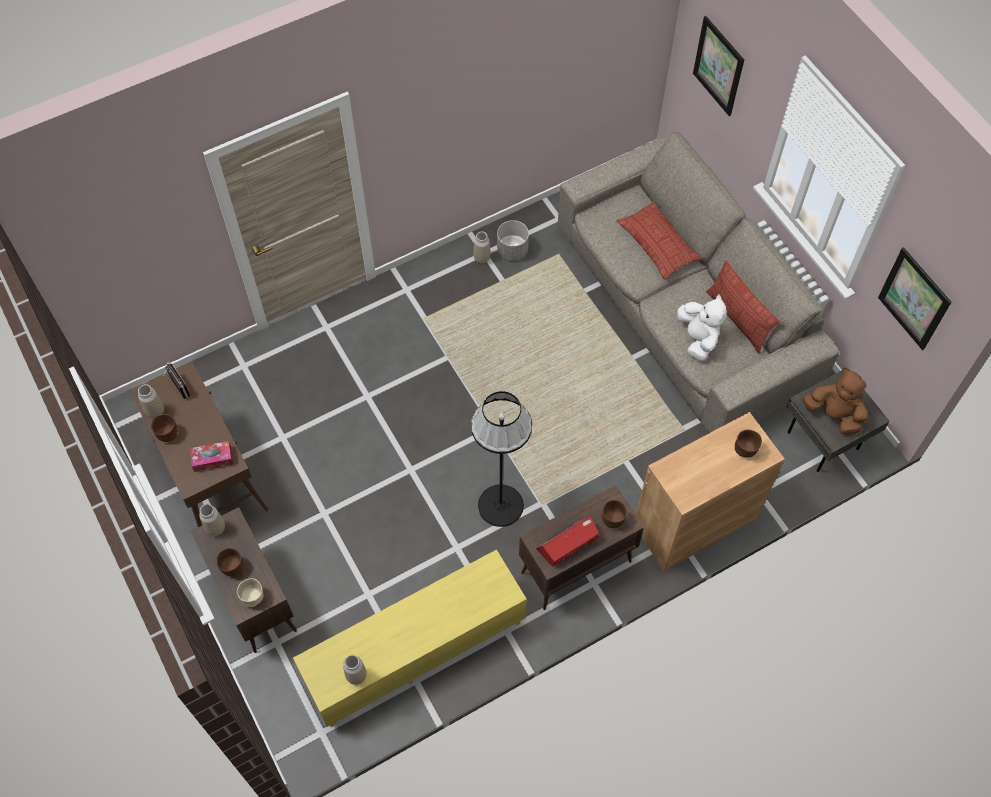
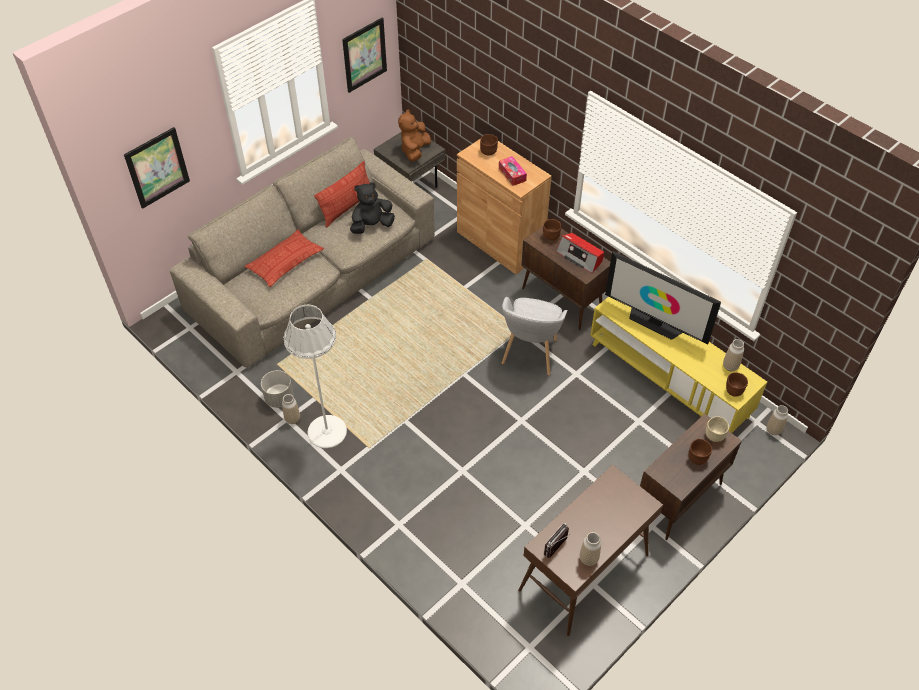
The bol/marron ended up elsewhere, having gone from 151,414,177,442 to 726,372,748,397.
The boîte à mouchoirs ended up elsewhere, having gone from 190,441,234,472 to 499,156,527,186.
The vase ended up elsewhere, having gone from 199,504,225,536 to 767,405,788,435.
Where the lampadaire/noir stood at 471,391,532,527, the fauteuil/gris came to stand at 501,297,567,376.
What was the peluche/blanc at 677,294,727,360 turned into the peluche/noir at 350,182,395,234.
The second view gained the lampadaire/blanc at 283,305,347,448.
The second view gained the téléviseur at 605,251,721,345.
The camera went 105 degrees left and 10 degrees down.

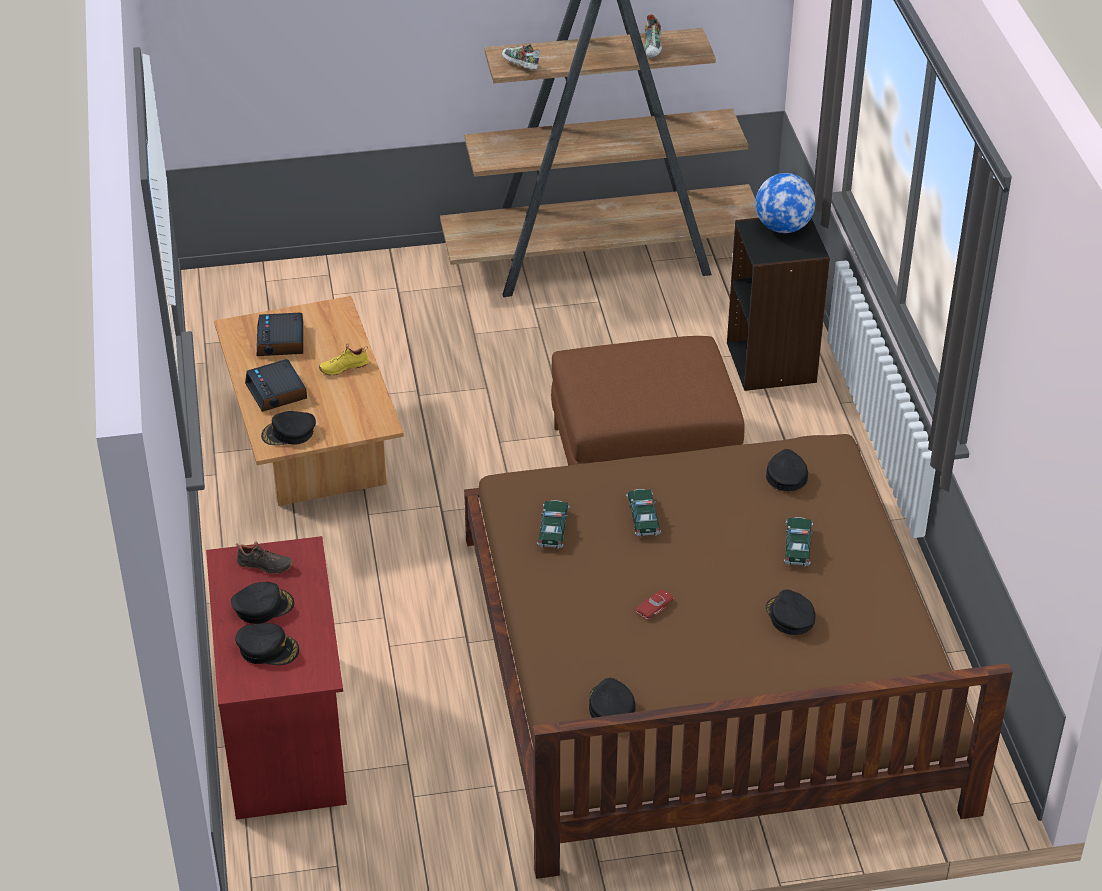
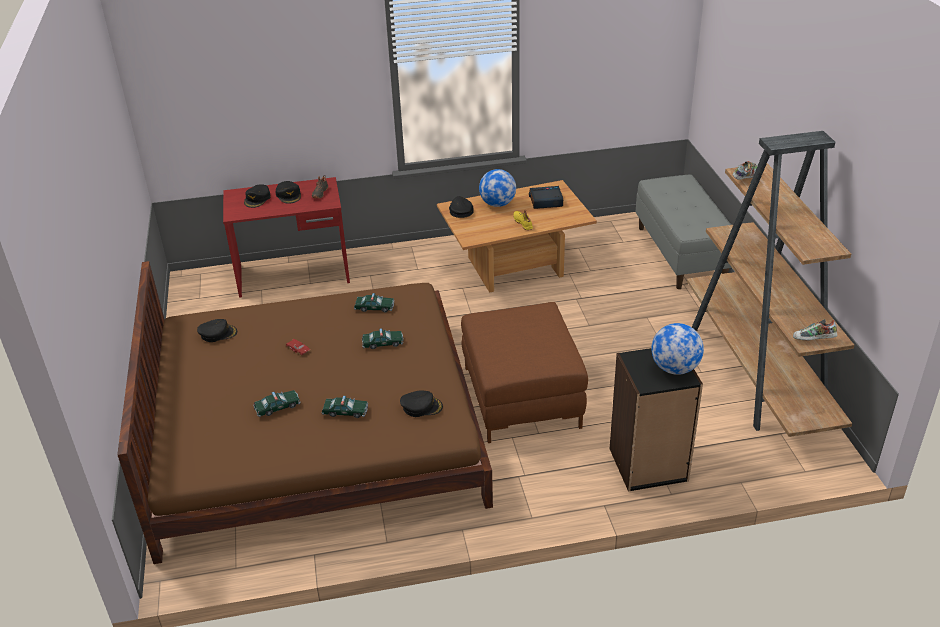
Where the réveil stood at 245,359,307,412, the globe came to stand at 479,169,516,207.
The chaussure ended up elsewhere, having gone from 644,14,662,58 to 793,319,837,340.
Where the casquette/noir stood at 766,589,816,635, the petite voiture came to stand at 253,390,301,417.
The second view gained the banc/gris at 635,174,732,289.
The camera went 90 degrees right and 5 degrees down.

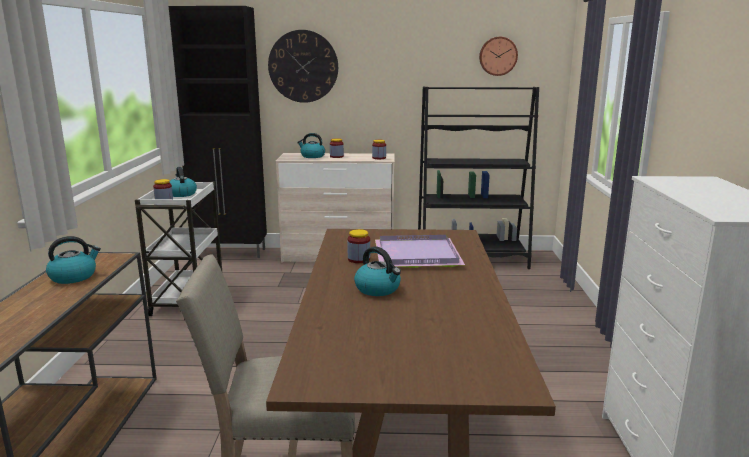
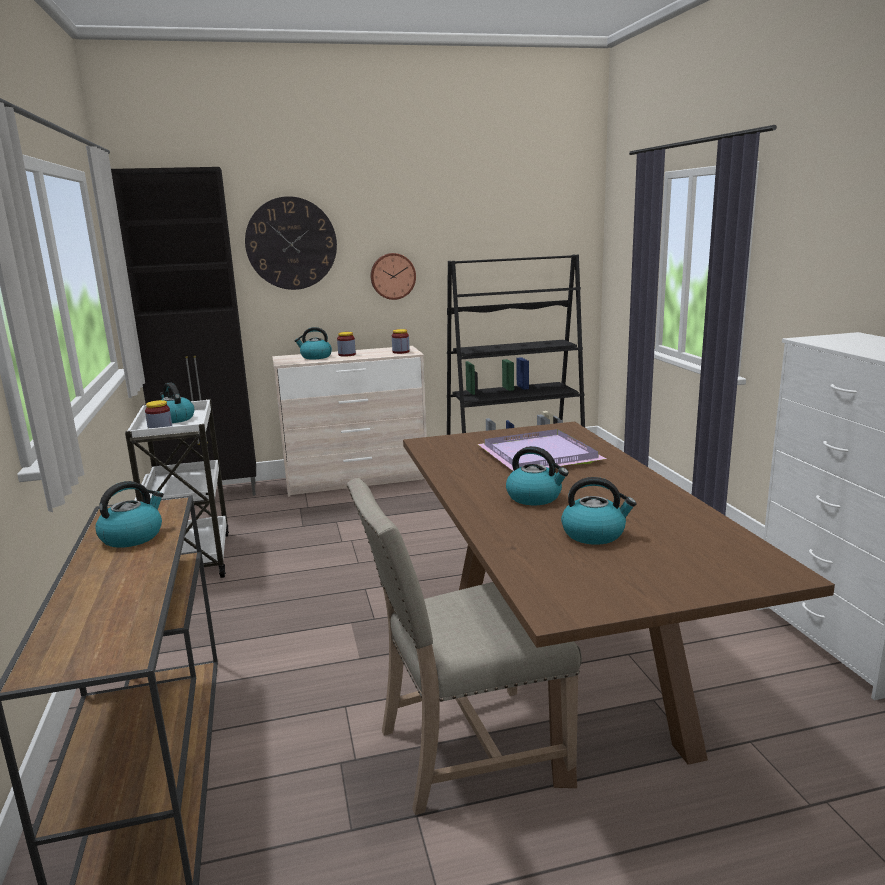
The second view lost the bocal at 347,229,370,263.
The horloge murale ended up elsewhere, having gone from 479,37,518,76 to 371,253,416,300.
The second view gained the bouilloire at 561,477,637,545.
The camera went 15 degrees left and 0 degrees up.

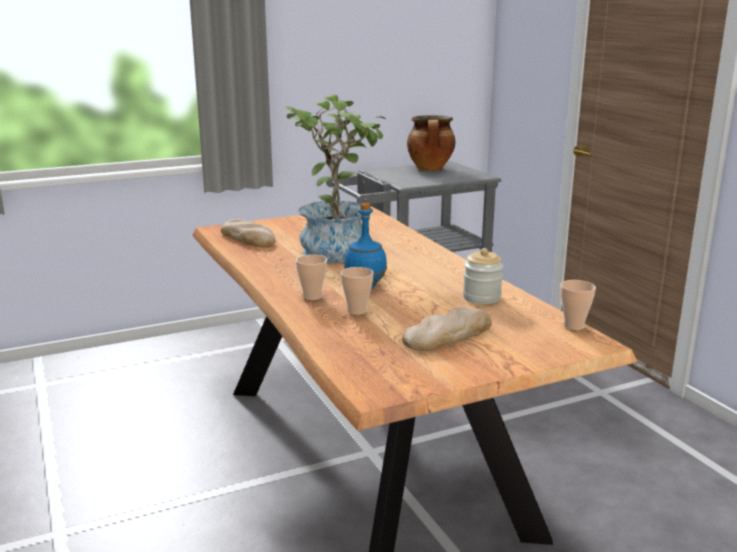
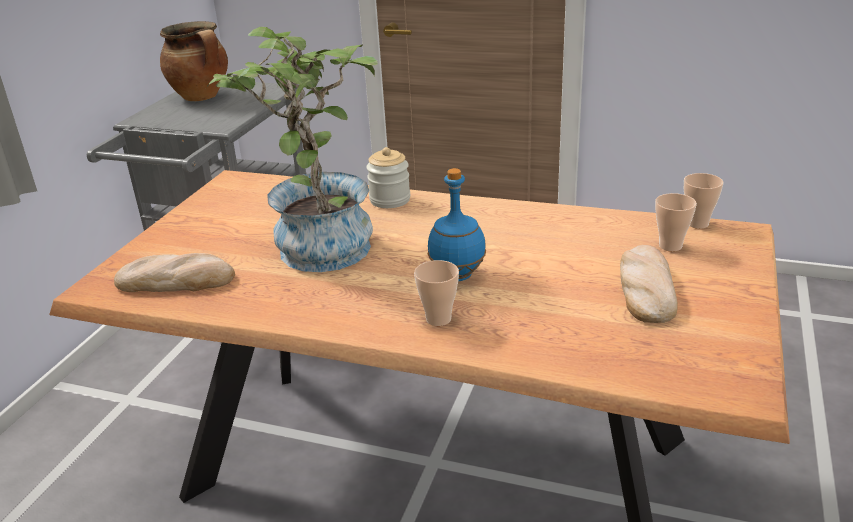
The tasse ended up elsewhere, having gone from 341,267,373,315 to 655,193,697,252.
The bocal ended up elsewhere, having gone from 463,248,503,304 to 366,147,410,208.
The camera went 45 degrees left and 10 degrees up.

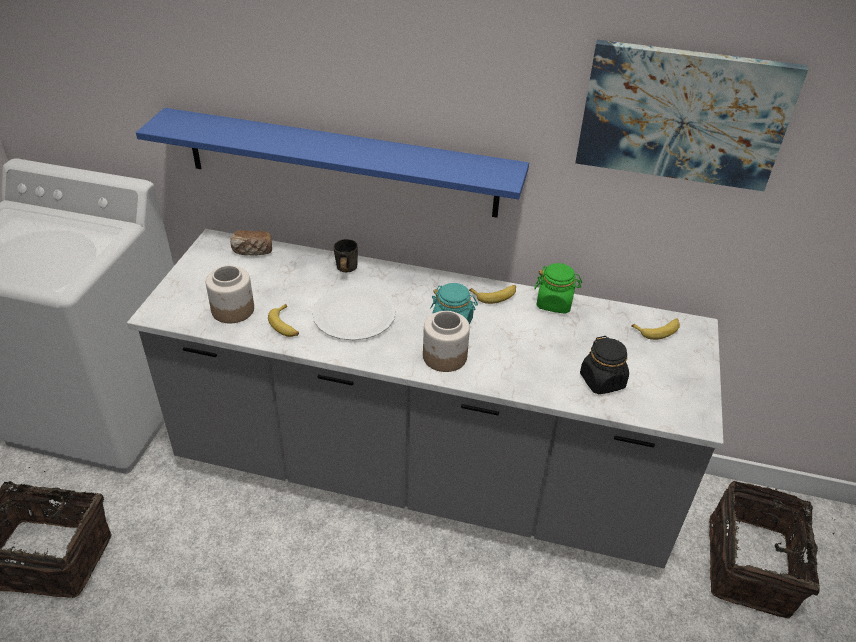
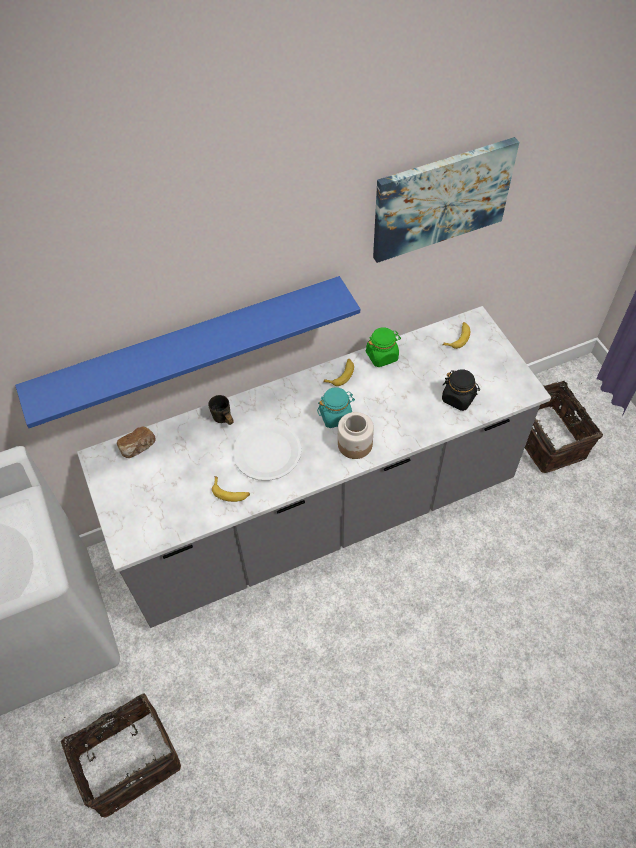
The second view lost the bocal at 206,265,254,324.
The camera went 35 degrees left and 15 degrees up.

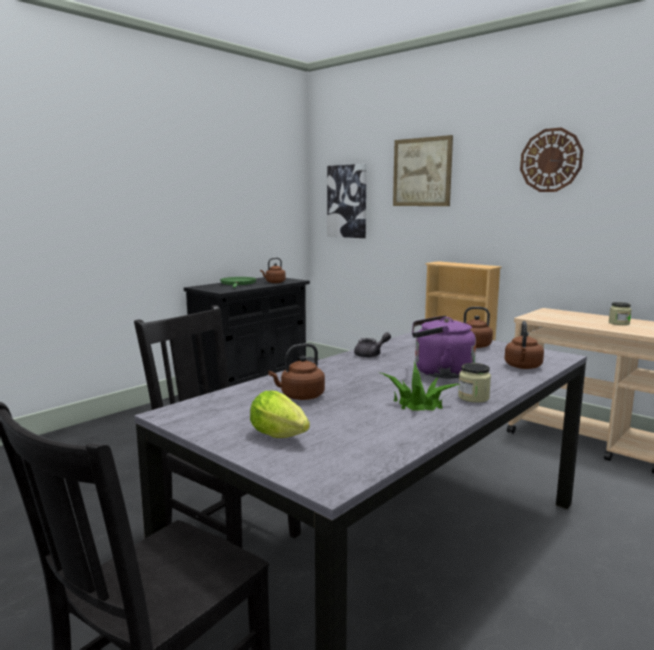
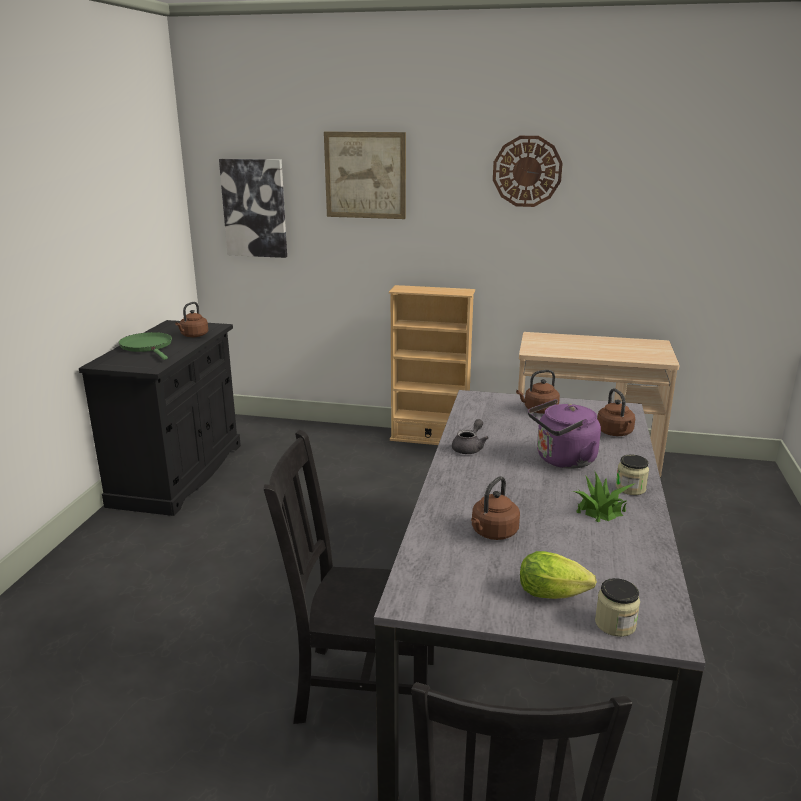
The bocal ended up elsewhere, having gone from 609,302,632,325 to 595,578,640,637.
The camera went 30 degrees left and 10 degrees up.

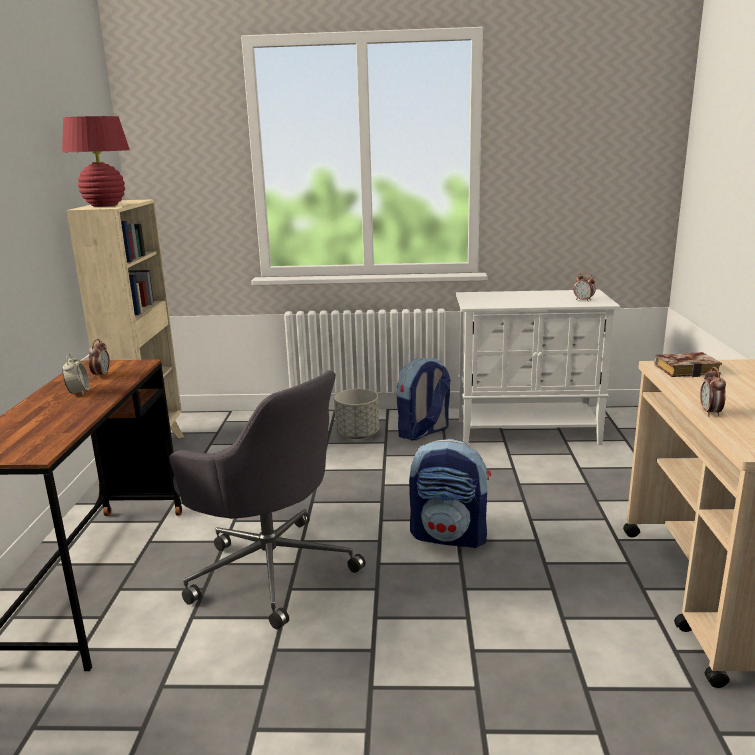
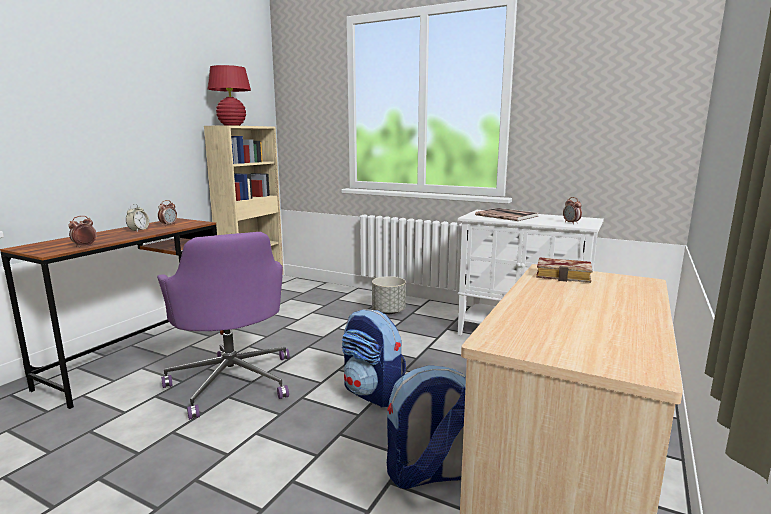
What was the chaise de bureau/gris at 170,371,366,630 turned into the chaise de bureau/violet at 157,232,290,420.
The sac à dos ended up elsewhere, having gone from 397,357,451,440 to 387,365,466,489.
The réveil ended up elsewhere, having gone from 700,367,726,417 to 68,216,97,247.
The second view gained the livre at 475,208,539,221.
The camera went 25 degrees right and 5 degrees down.

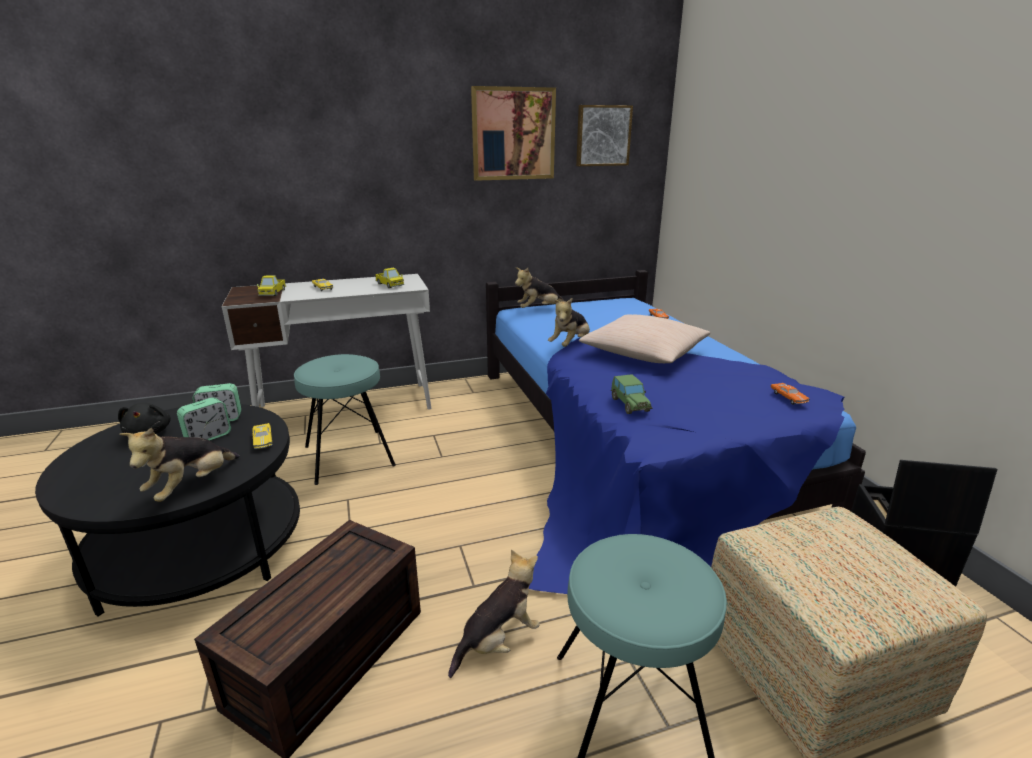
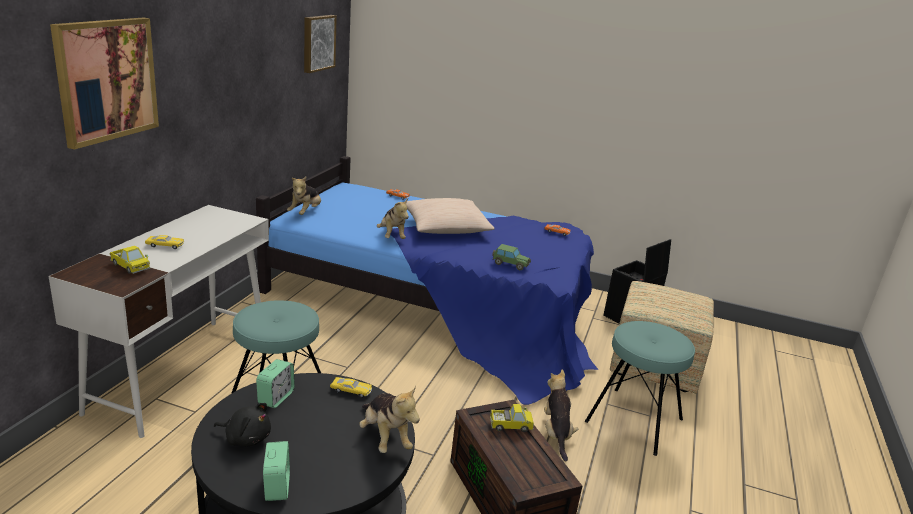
The réveil ended up elsewhere, having gone from 177,397,231,441 to 263,441,290,501.
The camion jouet ended up elsewhere, having gone from 375,268,404,288 to 490,404,534,432.
The tableau ended up elsewhere, having gone from 471,86,556,181 to 50,18,159,150.
The camera went 55 degrees left and 0 degrees up.

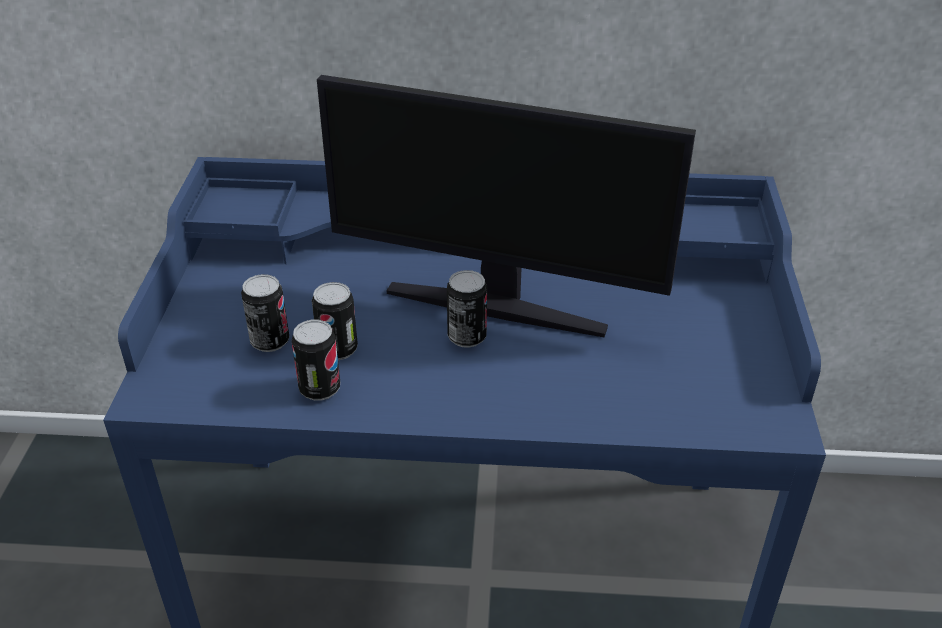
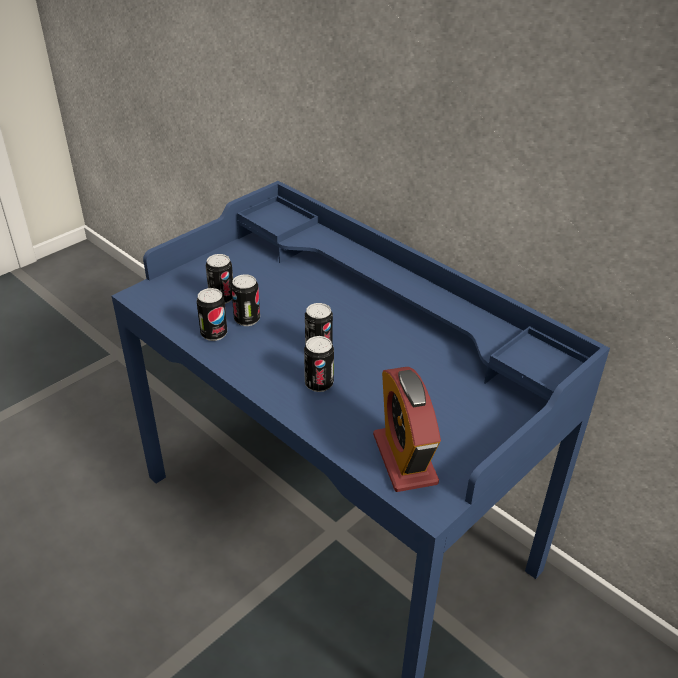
The second view lost the écran d'ordinateur at 317,75,696,337.
The second view gained the boîte métallique at 304,336,334,392.
The second view gained the réveil at 373,367,441,492.
The camera went 40 degrees right and 0 degrees up.

